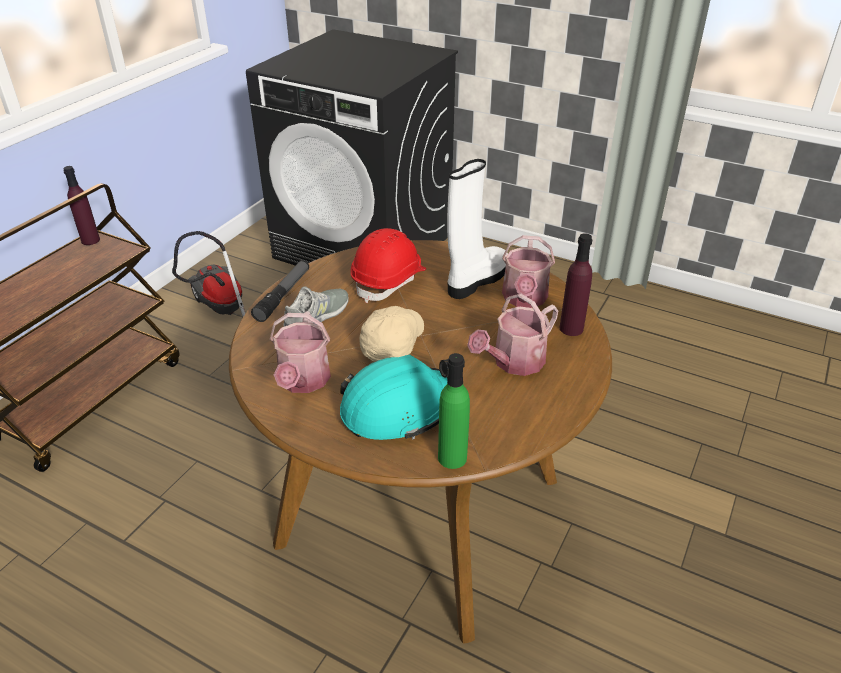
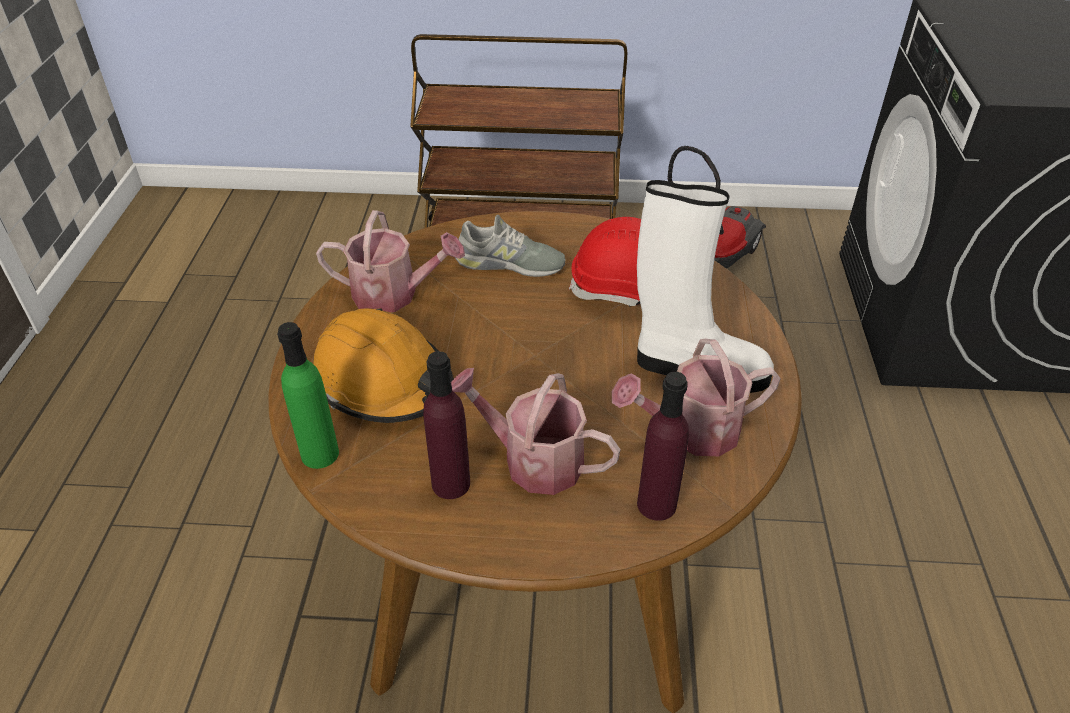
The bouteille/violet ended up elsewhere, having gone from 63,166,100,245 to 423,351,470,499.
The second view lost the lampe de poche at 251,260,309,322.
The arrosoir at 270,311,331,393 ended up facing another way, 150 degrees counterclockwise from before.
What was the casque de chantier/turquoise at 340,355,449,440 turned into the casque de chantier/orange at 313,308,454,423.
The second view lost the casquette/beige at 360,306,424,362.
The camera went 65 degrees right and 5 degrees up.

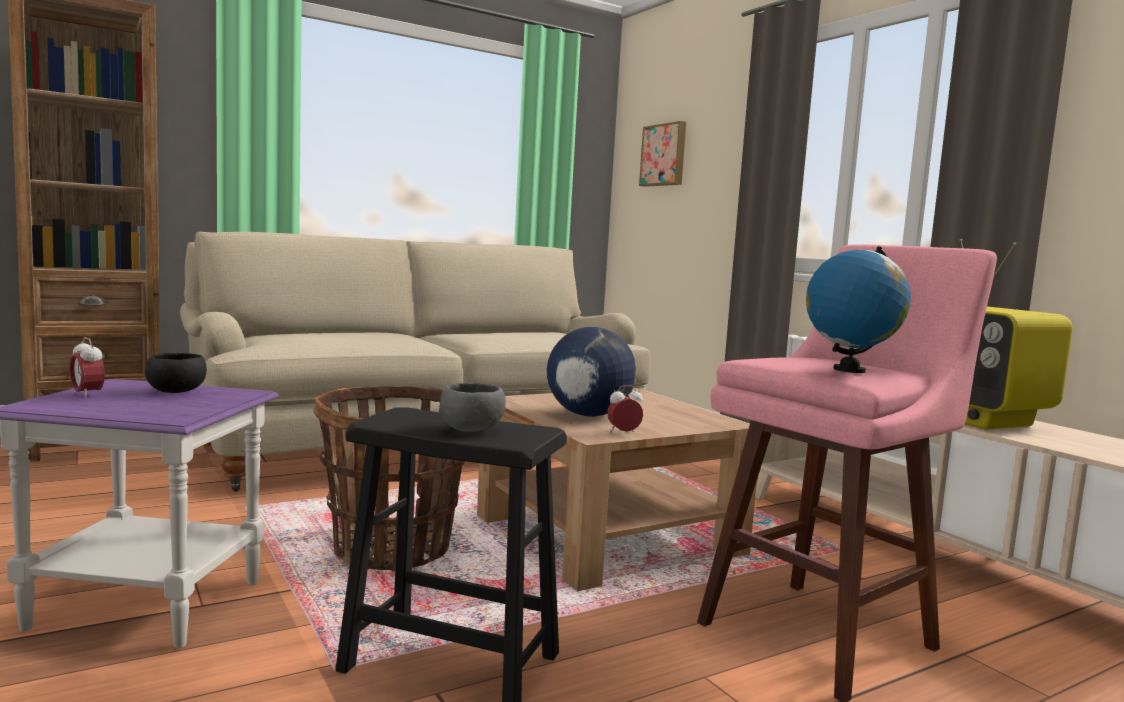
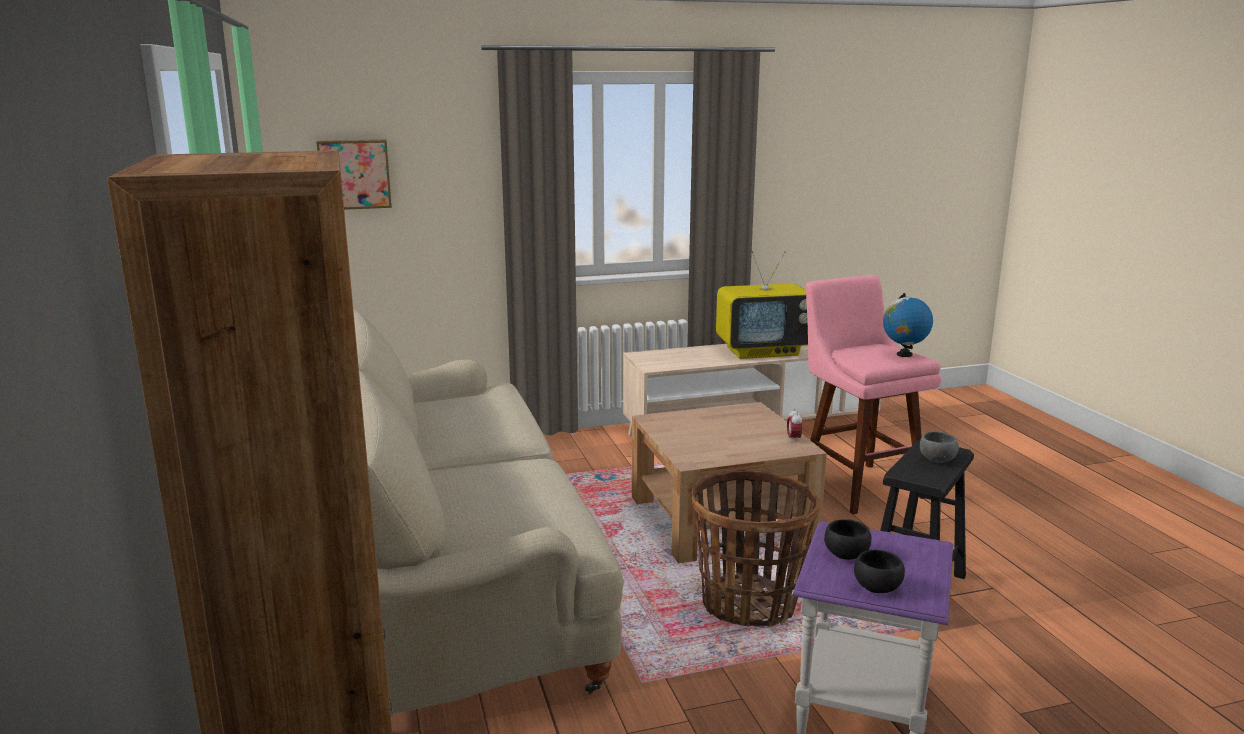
Where the réveil stood at 70,337,105,399, the bol/noir came to stand at 854,550,905,593.
The second view lost the globe at 547,327,637,417.
The camera went 75 degrees left and 10 degrees up.

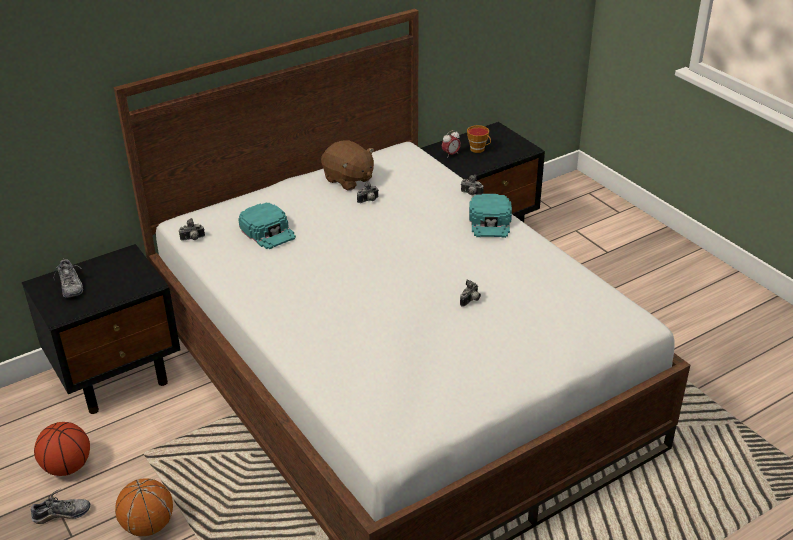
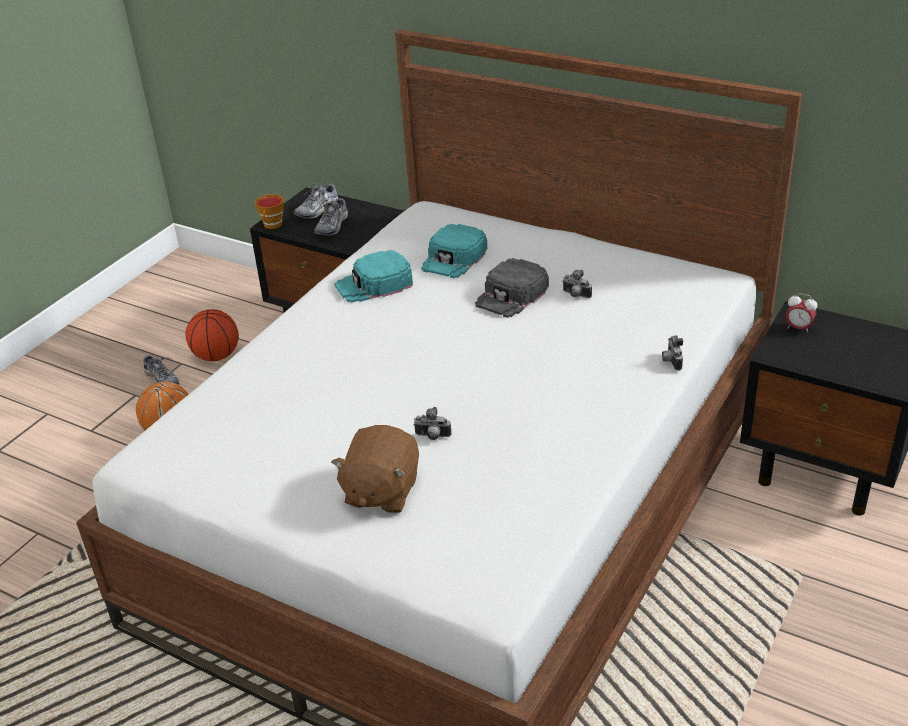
The second view lost the appareil photo at 179,218,205,241.
The peluche/marron ended up elsewhere, having gone from 321,140,374,191 to 331,425,419,514.
The tasse ended up elsewhere, having gone from 467,125,491,153 to 255,194,284,229.
The casquette/turquoise ended up elsewhere, having gone from 469,194,512,238 to 334,250,413,303.
The second view gained the chaussure at 314,197,348,236.
The second view gained the casquette/noir at 475,258,549,318.
The camera went 65 degrees right and 0 degrees up.

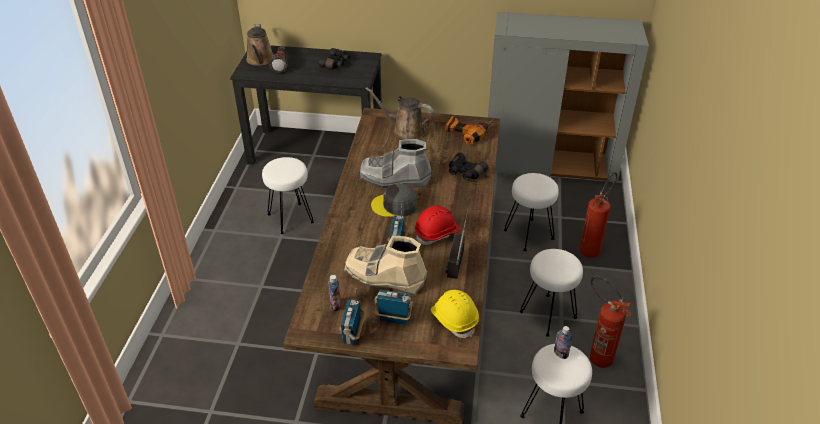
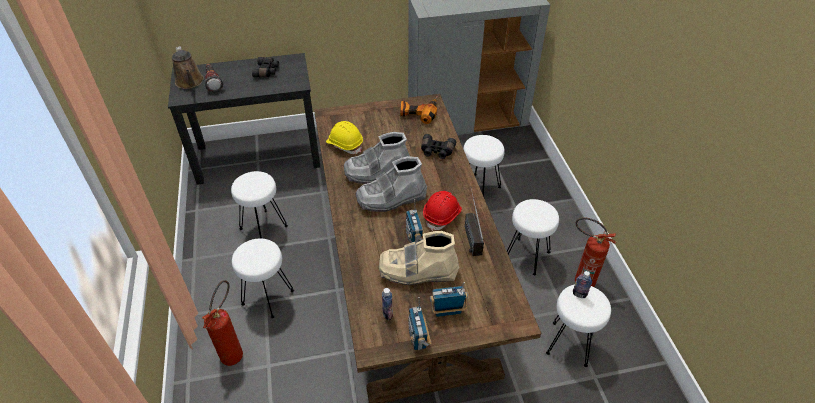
The second view lost the arrosoir/marron at 366,87,434,140.
Where the casquette/gris stood at 371,183,417,217, the botte/gris came to stand at 356,156,427,212.
The casque de chantier/jaune ended up elsewhere, having gone from 431,290,479,338 to 326,121,363,154.
The extincteur ended up elsewhere, having gone from 580,172,617,258 to 202,280,243,366.
The second view gained the tabouret/blanc at 232,238,294,318.
The camera went 20 degrees left and 5 degrees up.

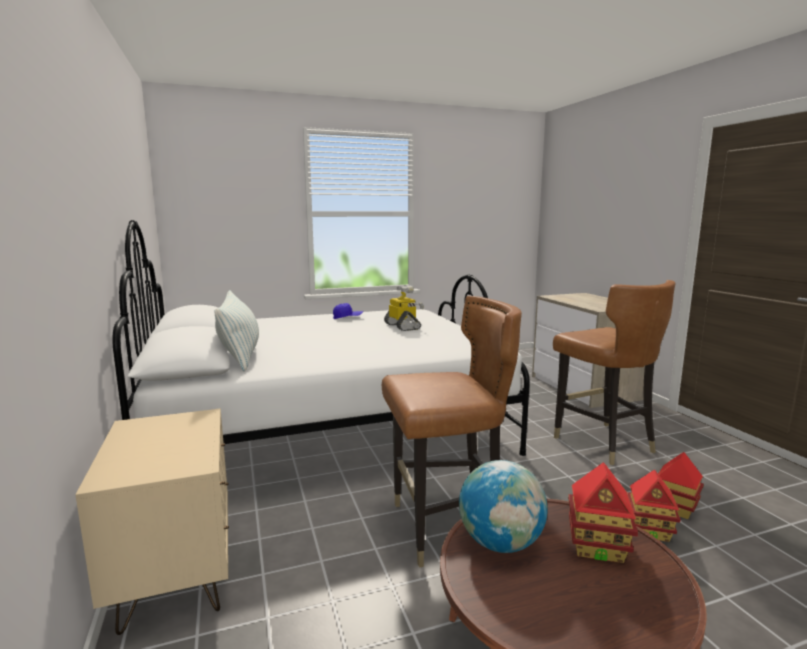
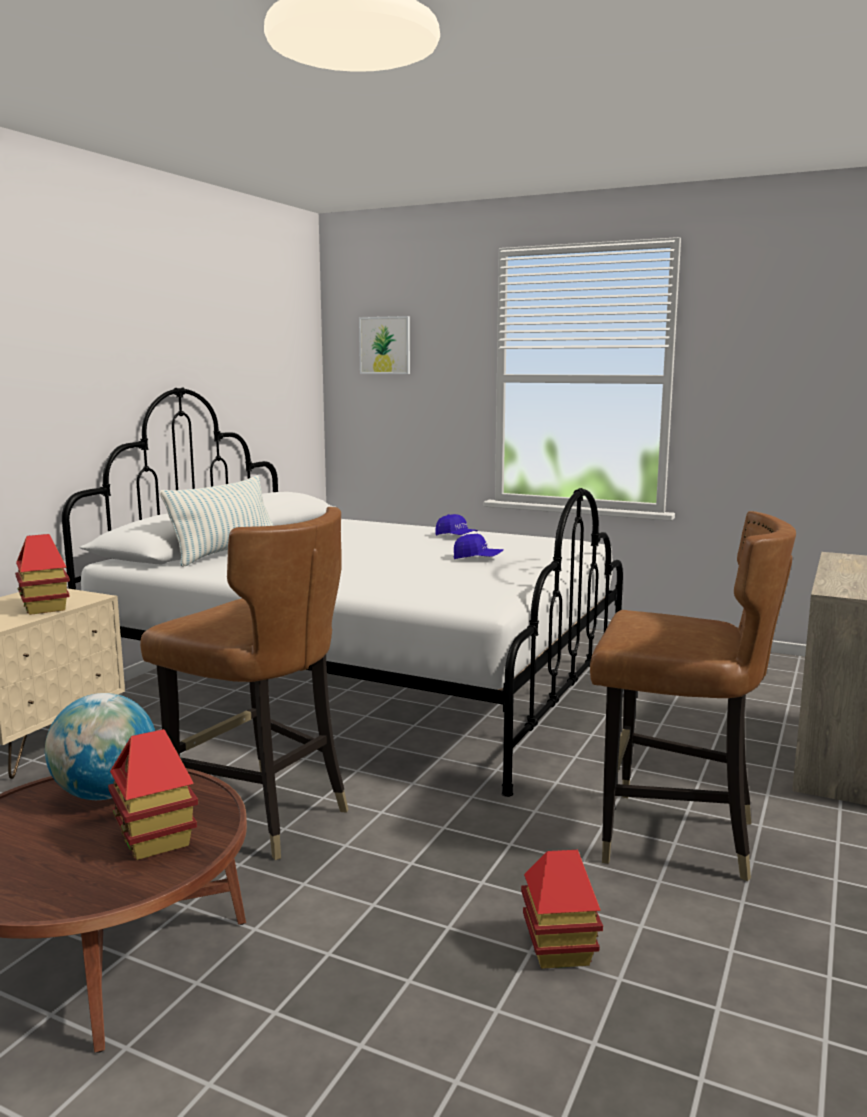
Where the robot jouet stood at 384,285,424,331, the casquette/bleu came to stand at 454,534,504,559.
The chaise/marron at 553,280,675,465 ended up facing another way, 90 degrees counterclockwise from before.
The maison miniature ended up elsewhere, having gone from 627,470,681,542 to 15,534,70,615.
The second view gained the tableau at 359,316,410,374.
The camera went 45 degrees right and 0 degrees up.

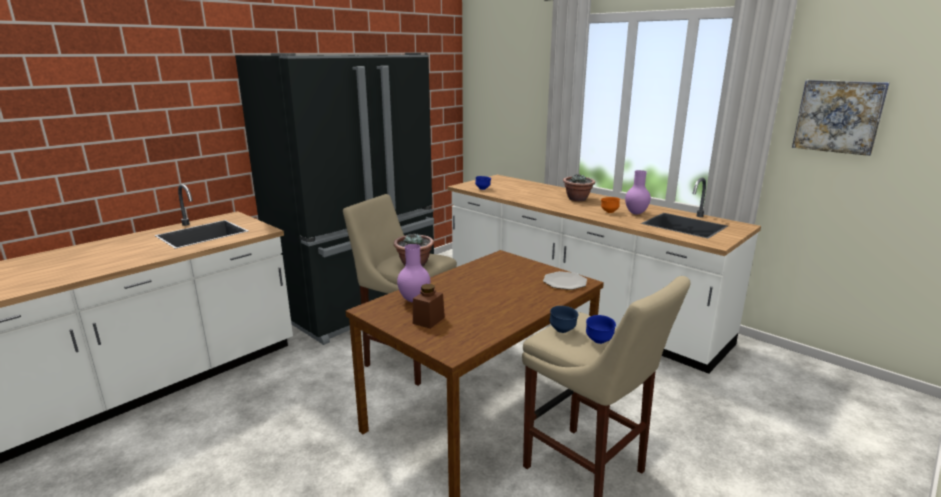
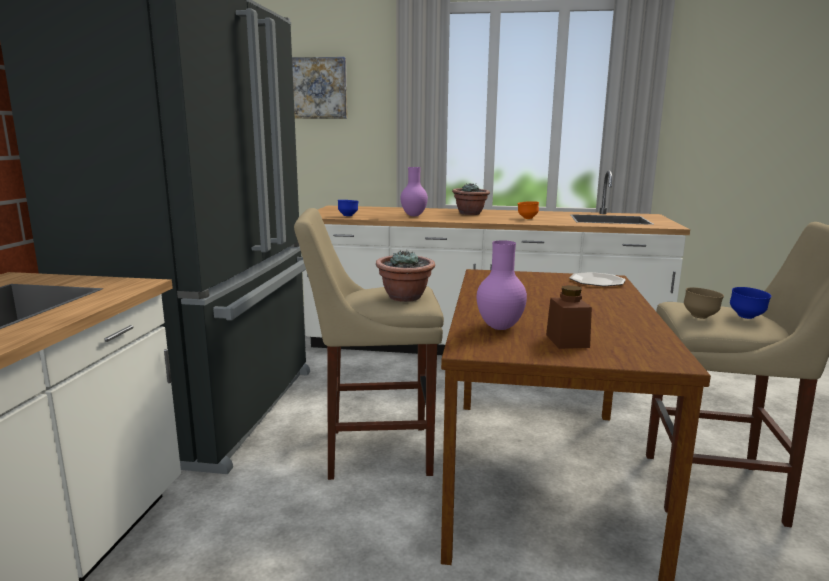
What was the bol/bleu at 550,306,578,333 turned into the bol/marron at 684,287,724,319.
The vase/violet ended up elsewhere, having gone from 625,170,651,215 to 400,167,428,216.
The tableau ended up elsewhere, having gone from 792,80,890,156 to 292,57,347,119.
The camera went 35 degrees left and 5 degrees down.

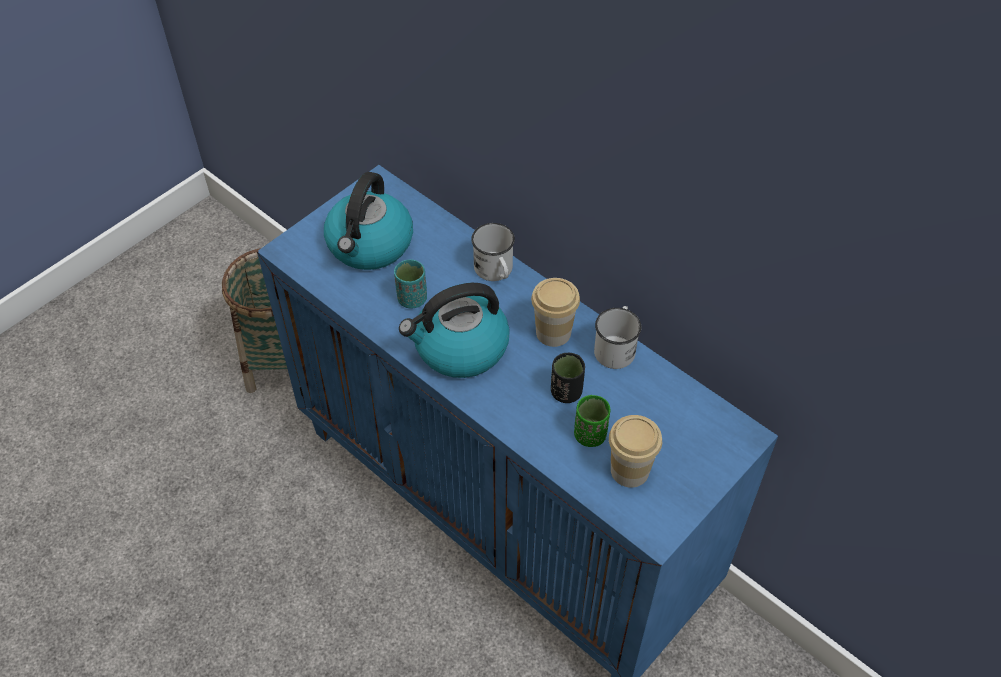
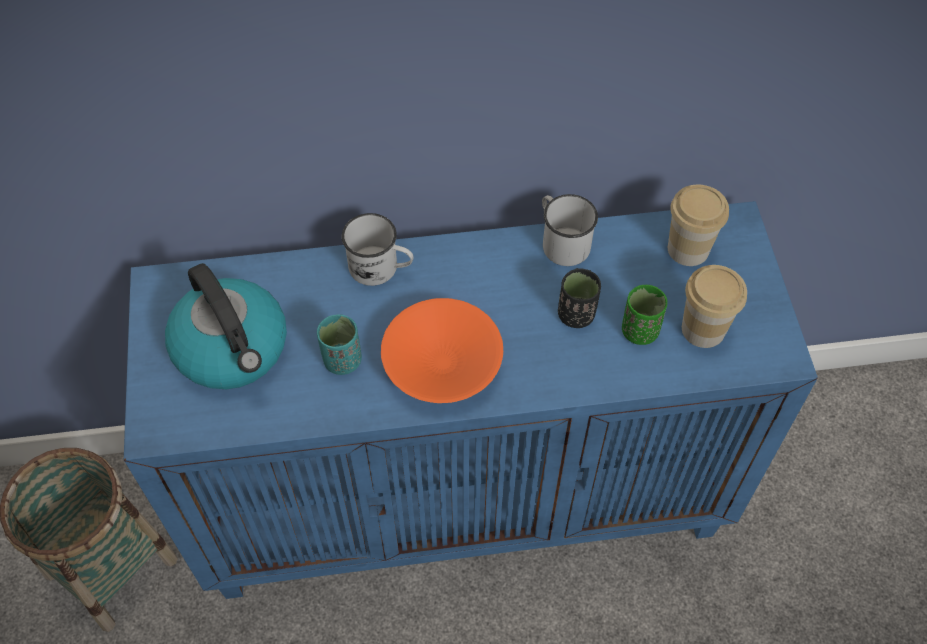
Where the bouilloire stood at 399,283,510,378, the bol/orange came to stand at 381,298,503,403.
The tasse ended up elsewhere, having gone from 531,278,580,347 to 668,185,729,266.
The camera went 50 degrees left and 5 degrees up.

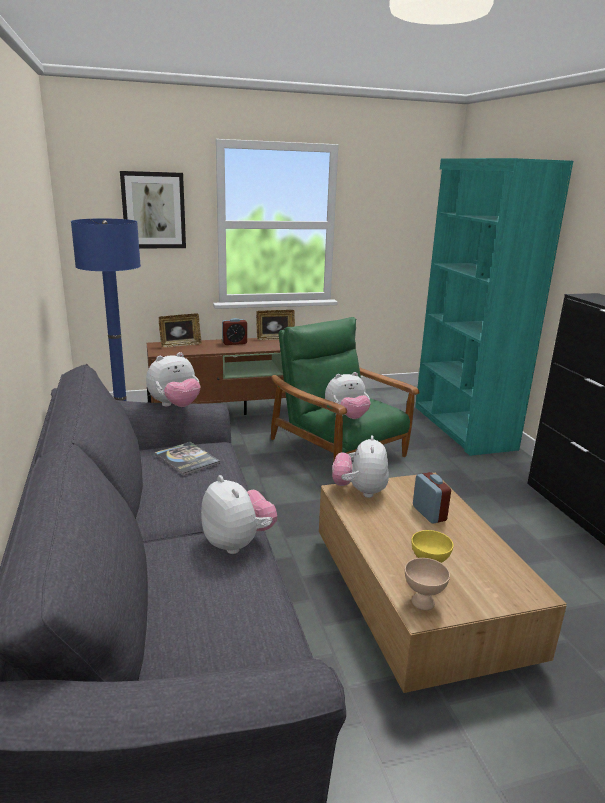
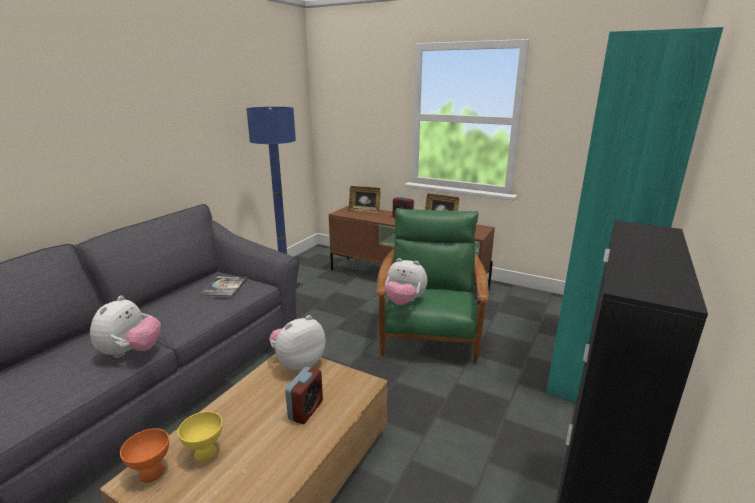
The second view lost the tableau at 120,171,186,248.
The second view lost the peluche at 146,352,200,407.
What was the bol/beige at 405,558,450,610 turned into the bol/orange at 120,428,169,483.
The camera went 45 degrees right and 0 degrees up.

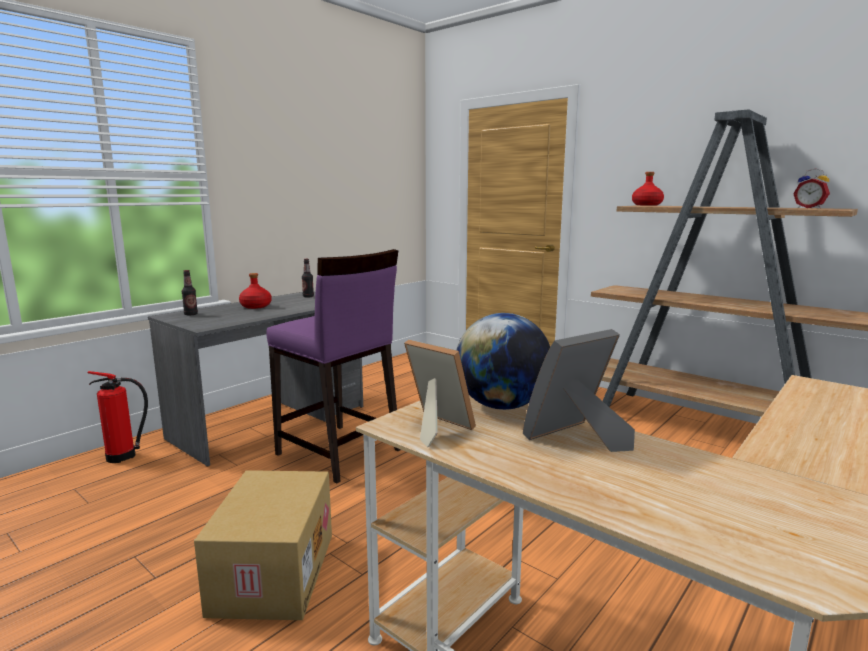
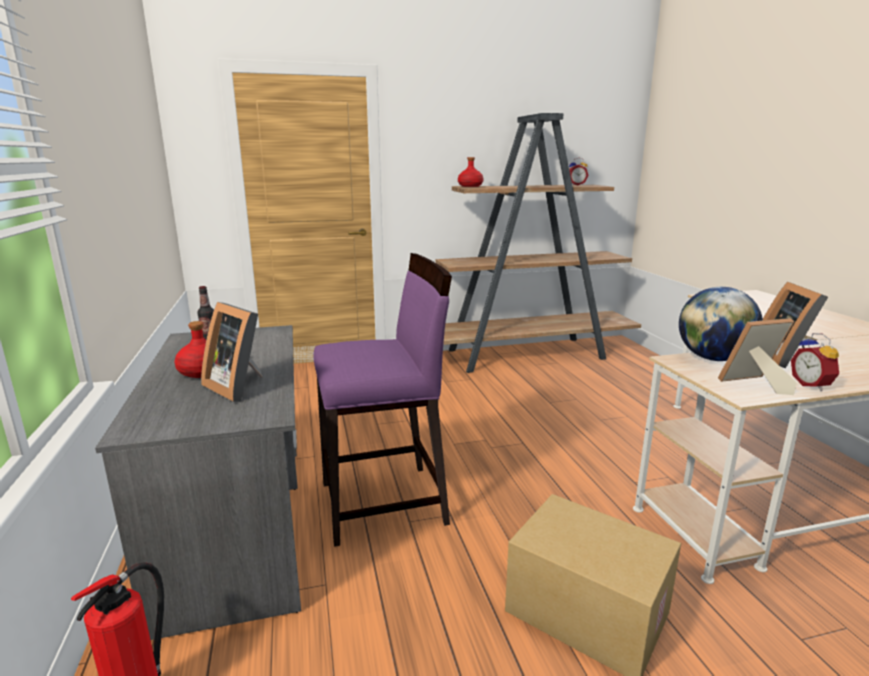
The second view lost the bouteille at 182,270,198,316.
The second view gained the cadre photo at 201,302,263,402.
The second view gained the réveil at 791,333,839,391.
The camera went 55 degrees left and 5 degrees up.

